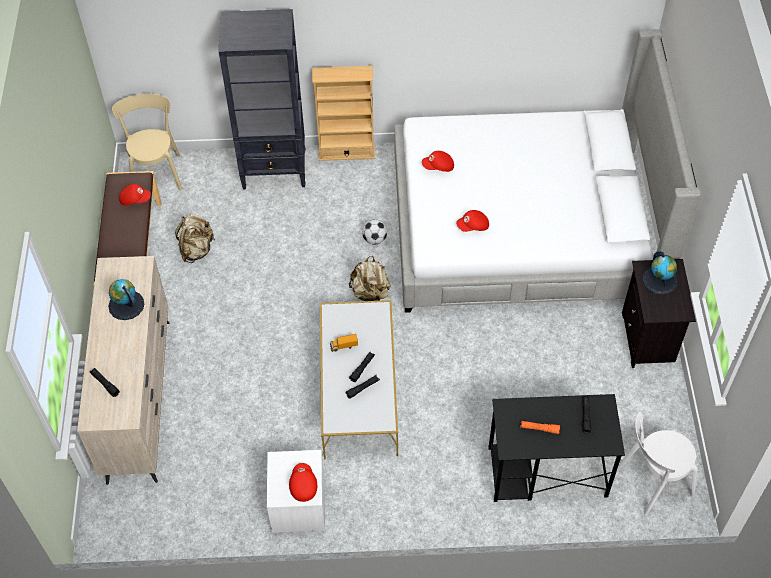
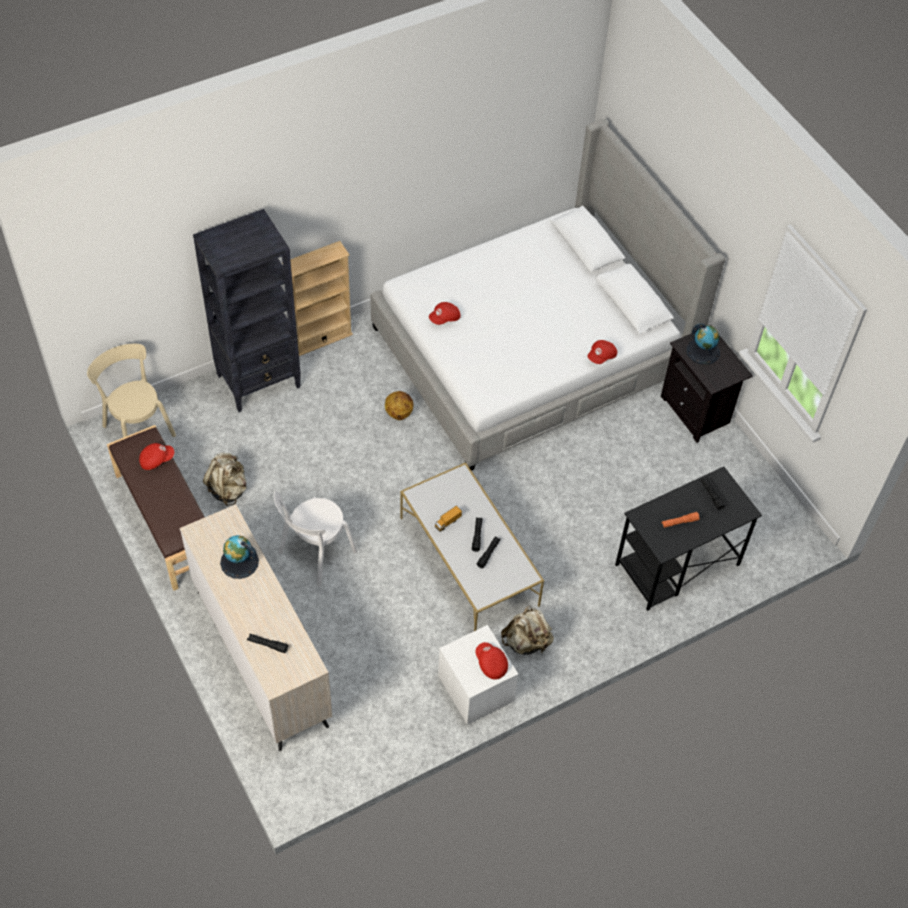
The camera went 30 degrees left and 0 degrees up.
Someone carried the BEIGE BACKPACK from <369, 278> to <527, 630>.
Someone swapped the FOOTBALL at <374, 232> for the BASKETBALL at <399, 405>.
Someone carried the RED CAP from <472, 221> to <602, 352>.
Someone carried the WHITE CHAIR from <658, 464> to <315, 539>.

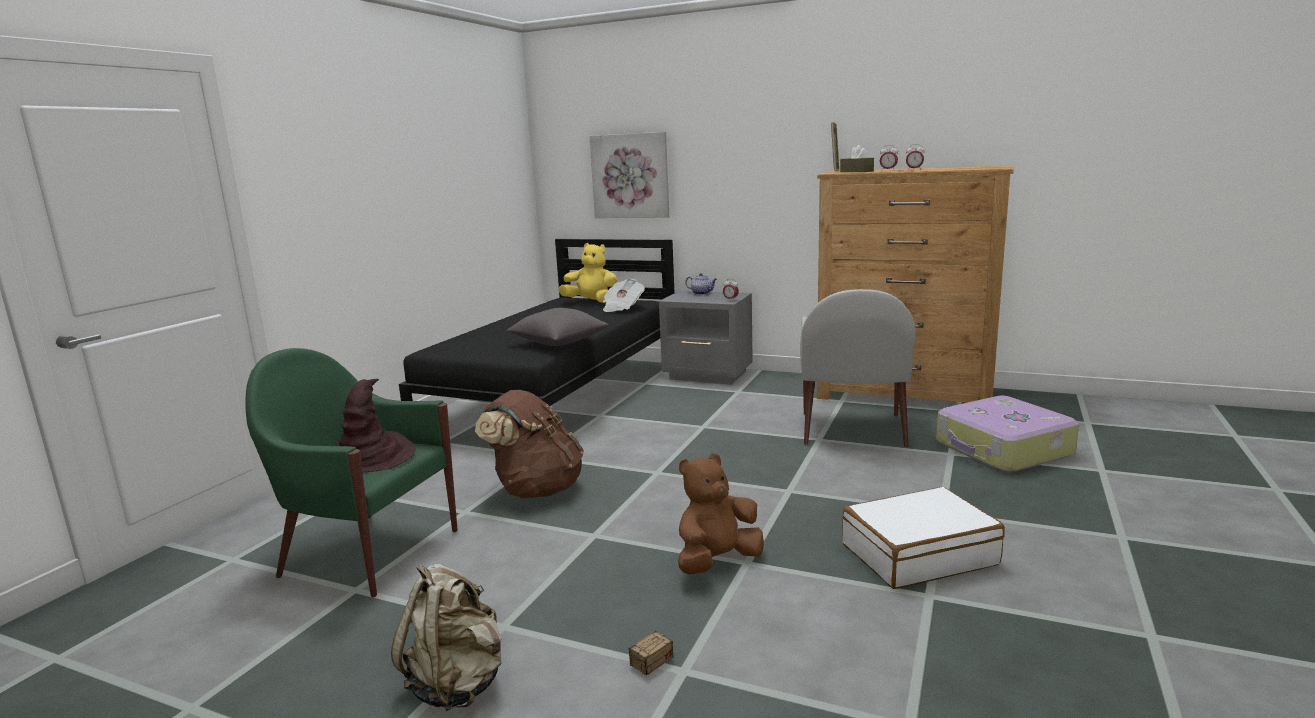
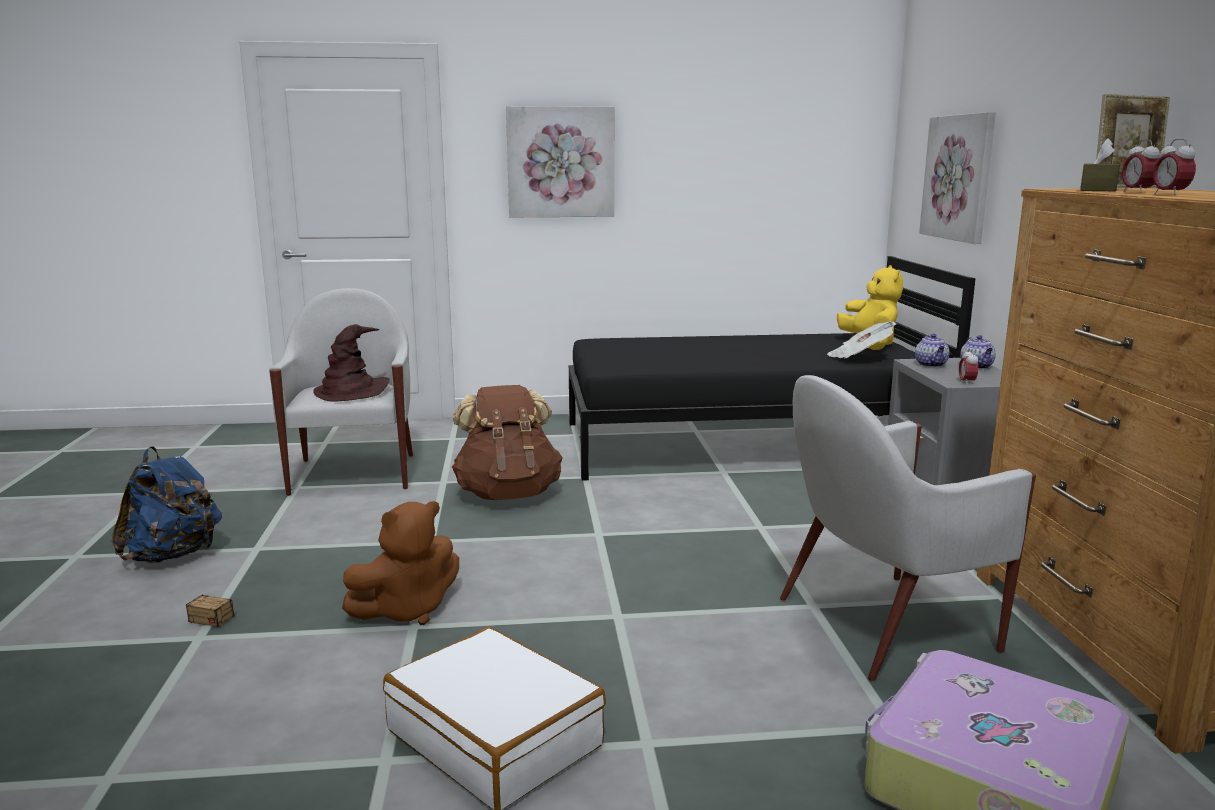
The camera went 60 degrees right and 0 degrees up.
Someone repainted the GREEN ARMCHAIR at <351, 473>, which became the WHITE ARMCHAIR at <341, 392>.
Someone repainted the BEIGE BACKPACK at <446, 637>, which became the BLUE BACKPACK at <167, 504>.
Someone took away the GREY PILLOW at <557, 327>.
Someone rotated the BROWN PLUSH TOY at <721, 514> by 120 degrees clockwise.
Someone put up the PICTURE at <560, 161>.
Someone put down the TEAPOT at <932, 350>.

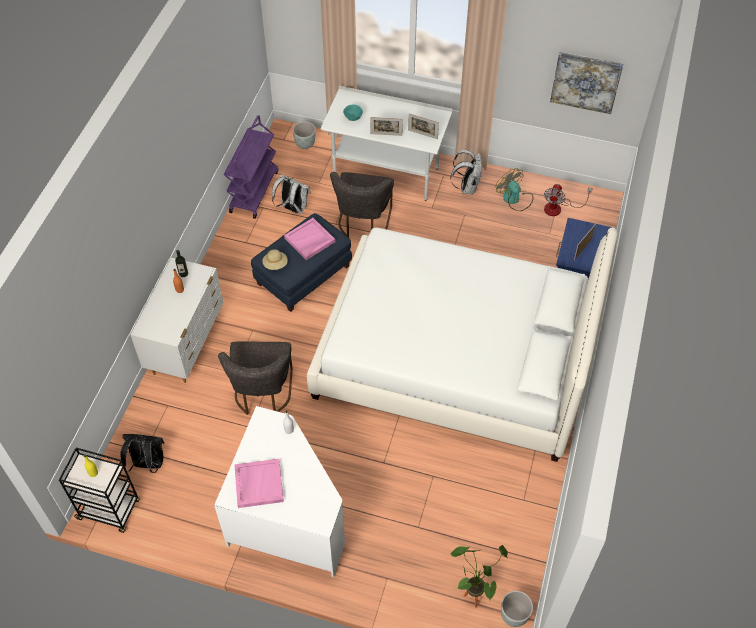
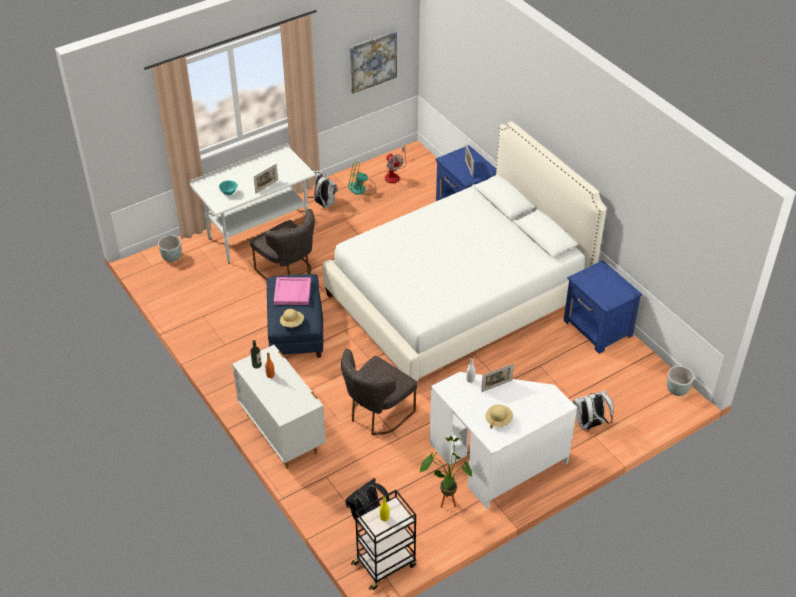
The camera went 50 degrees left and 10 degrees down.
Someone rotated the GREY CHAIR at <255, 378> by 90 degrees clockwise.
Someone took away the PURPLE CART at <251, 167>.
Someone swapped the PINK TRAY at <259, 483> for the BEIGE HAT at <499, 417>.
Someone carried the WHITE BACKPACK from <291, 194> to <593, 410>.
Someone carried the PICTURE FRAME from <423, 126> to <497, 377>.
Someone carried the POTTED PLANT from <479, 576> to <446, 472>.
Someone put down the BLUE NIGHTSTAND at <603, 307>.

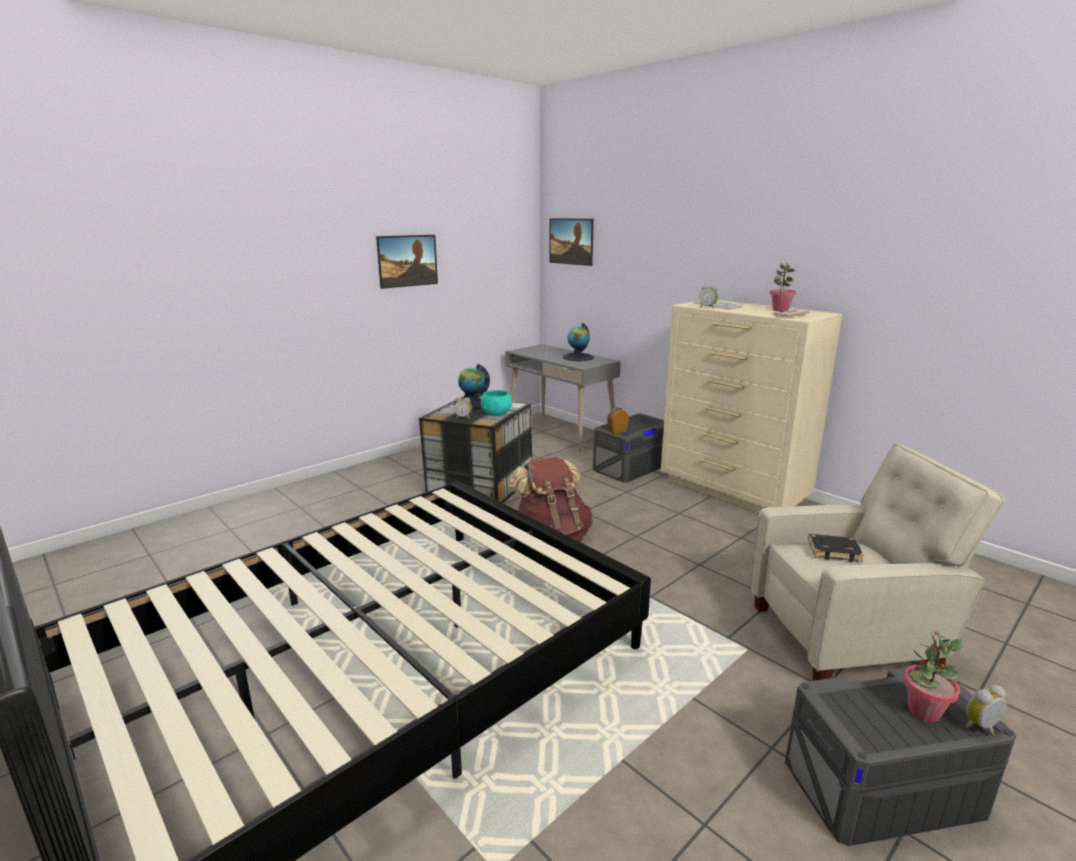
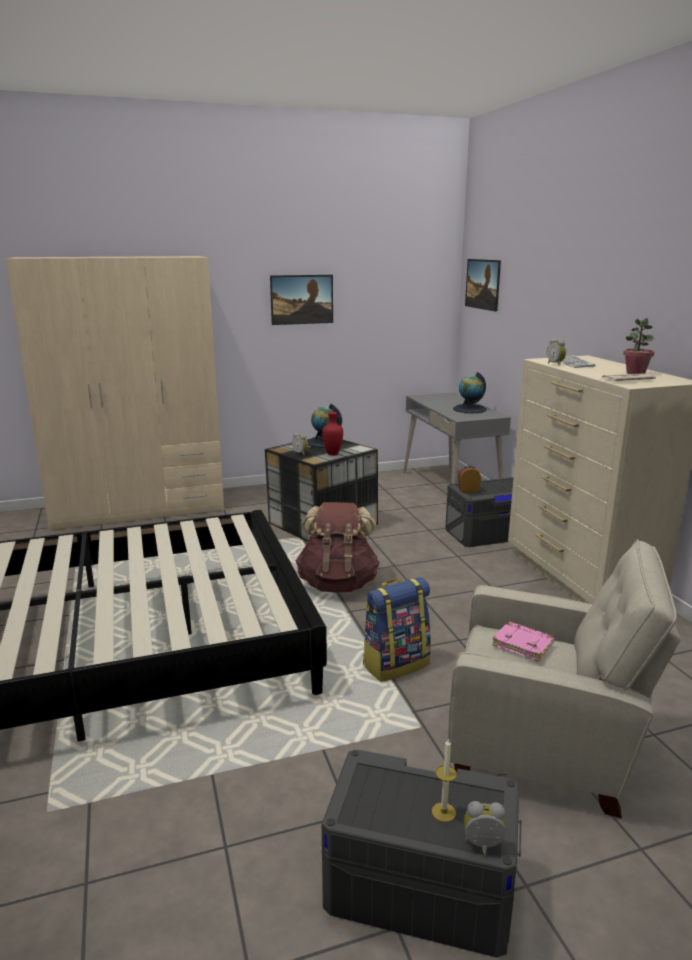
The camera went 25 degrees right and 0 degrees up.
Someone swapped the TURQUOISE BOWL at <496, 403> for the RED VASE at <332, 433>.
Someone repainted the BLACK BOOK at <836, 548>, which became the PINK BOOK at <523, 641>.
Someone swapped the POTTED PLANT at <933, 676> for the CANDLE at <444, 780>.
Someone put down the BEIGE WARDROBE at <115, 393>.
Someone put down the BACKPACK at <397, 629>.

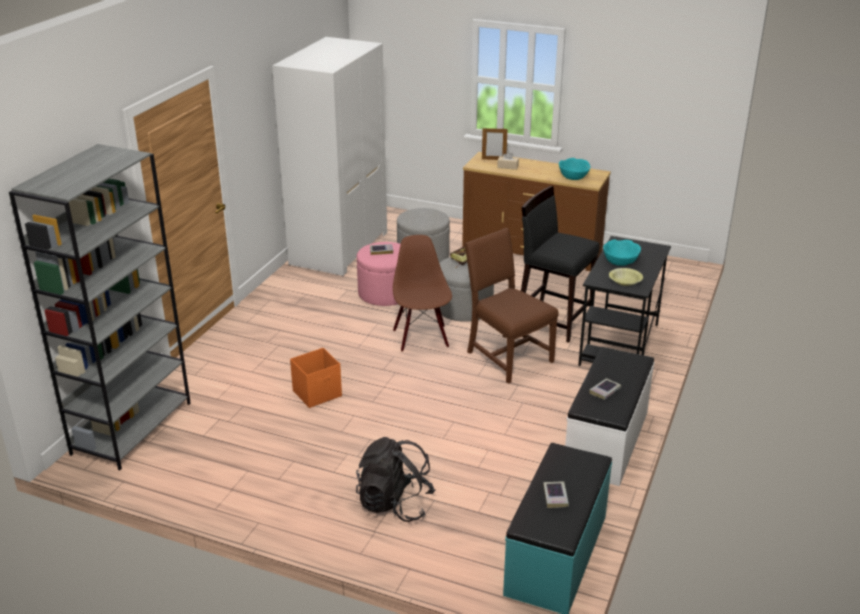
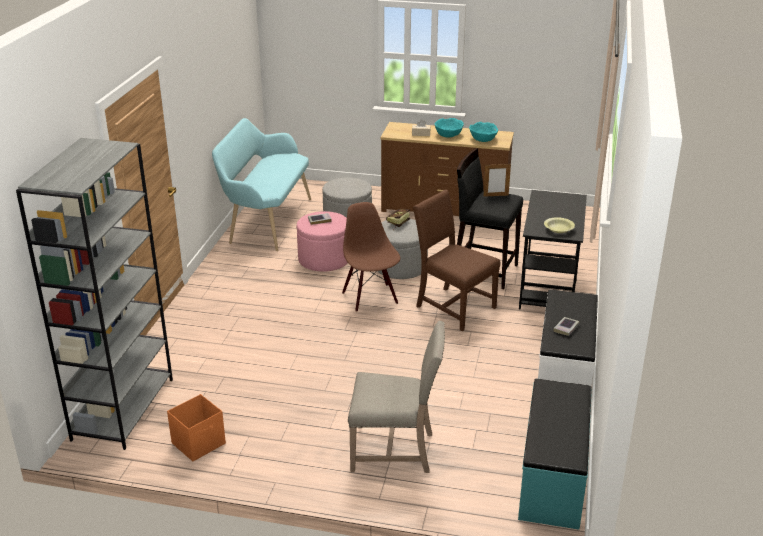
The camera went 10 degrees left and 0 degrees up.
Someone swapped the WHITE WARDROBE at <329, 156> for the TURQUOISE BENCH at <261, 184>.
Someone carried the ORANGE STORAGE BOX from <316, 378> to <196, 427>.
Someone swapped the BLACK BACKPACK at <396, 479> for the BEIGE CHAIR at <396, 397>.
Someone carried the PICTURE FRAME from <494, 144> to <497, 180>.
Someone took away the BOOK at <556, 494>.
Someone carried the TURQUOISE BOWL from <622, 252> to <449, 128>.

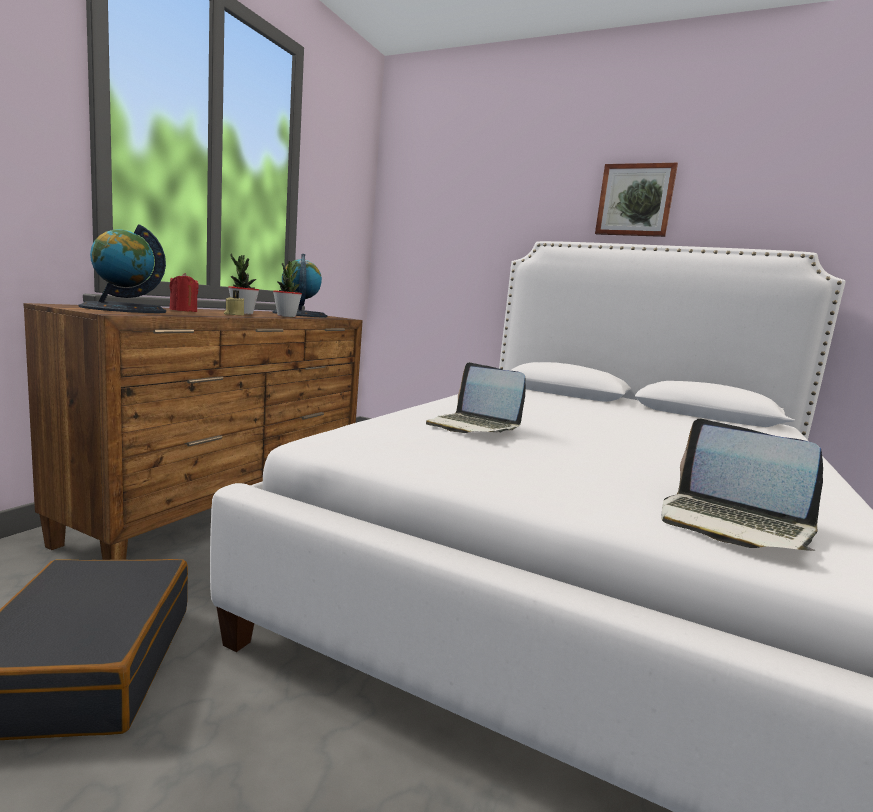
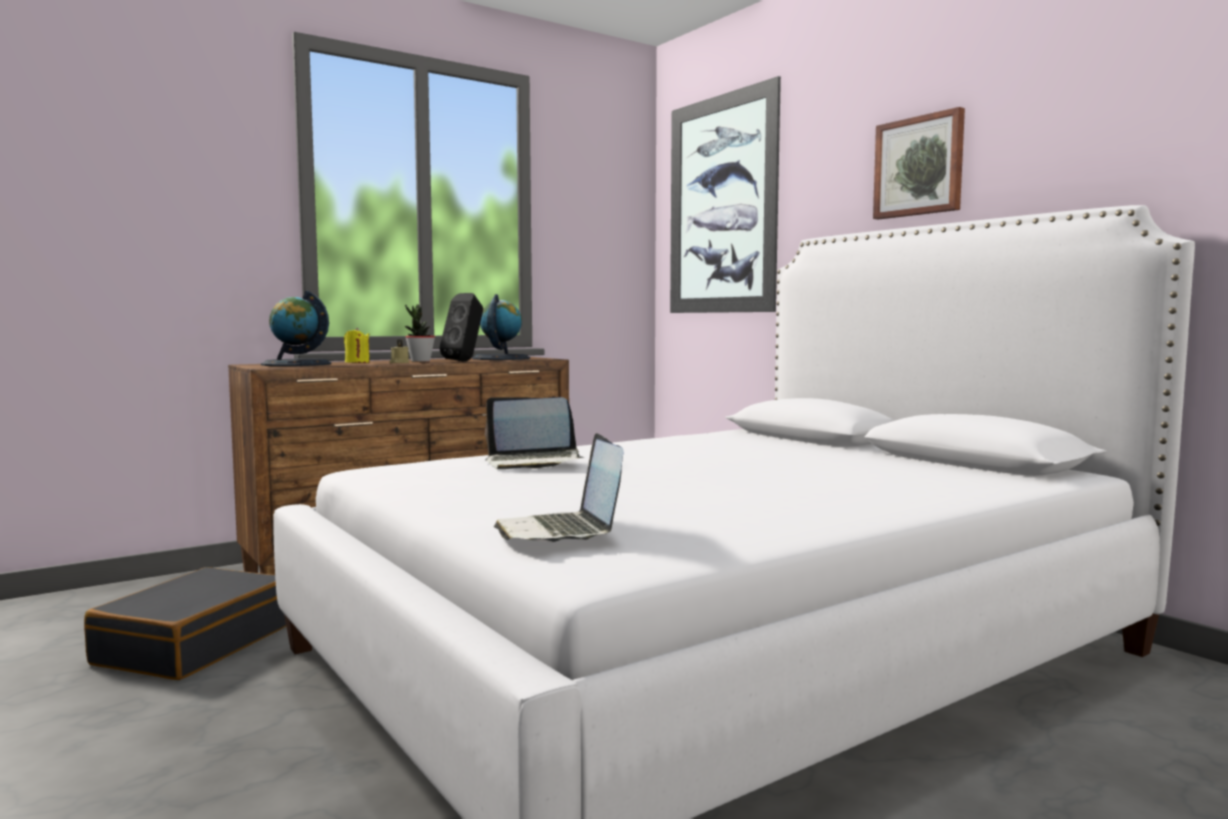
The camera went 30 degrees right and 5 degrees down.
Someone repainted the RED CANDLE at <184, 292>, which became the YELLOW CANDLE at <357, 345>.
Someone swapped the POTTED PLANT at <287, 289> for the BLACK SPEAKER at <461, 327>.
Someone rotated the LAPTOP at <476, 397> by 75 degrees counterclockwise.
Someone put up the PICTURE at <725, 194>.

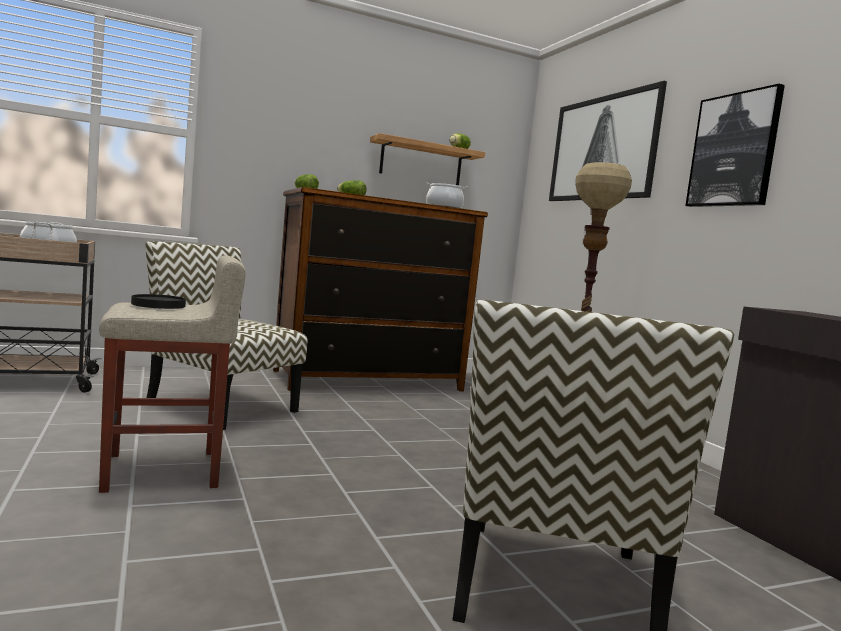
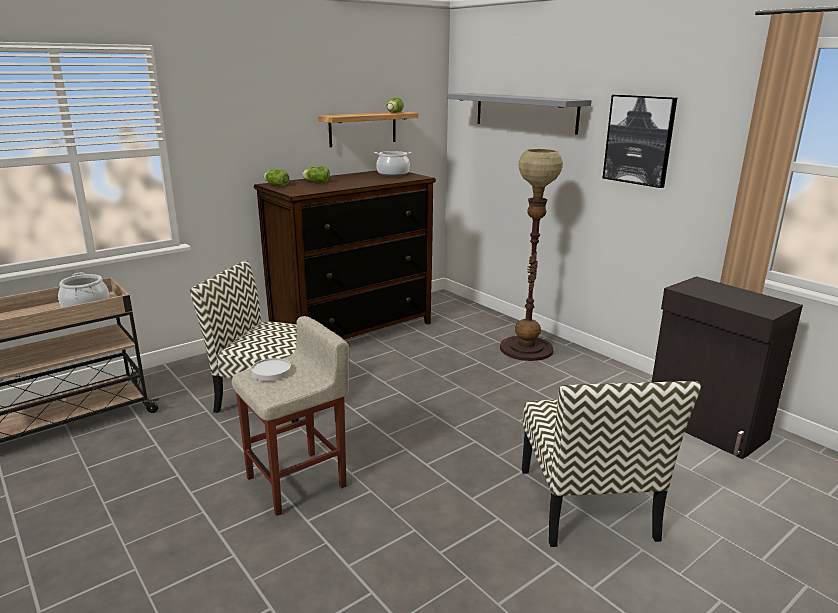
The camera went 15 degrees left and 15 degrees up.
Someone repainted the BLACK PLATE at <158, 301>, which became the WHITE PLATE at <271, 369>.
Someone swapped the PICTURE at <608, 141> for the GREY SHELF at <519, 114>.

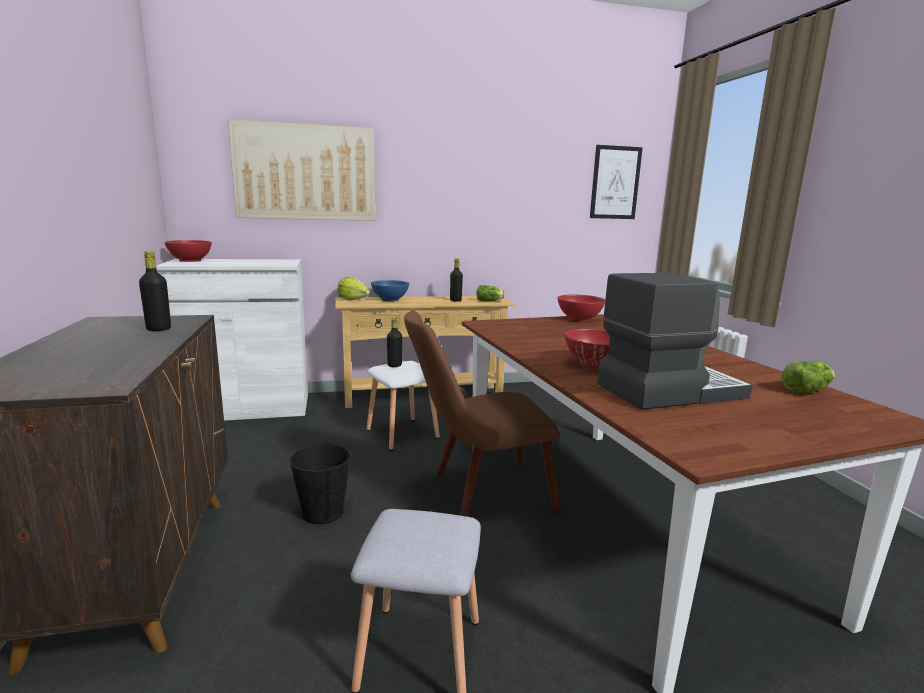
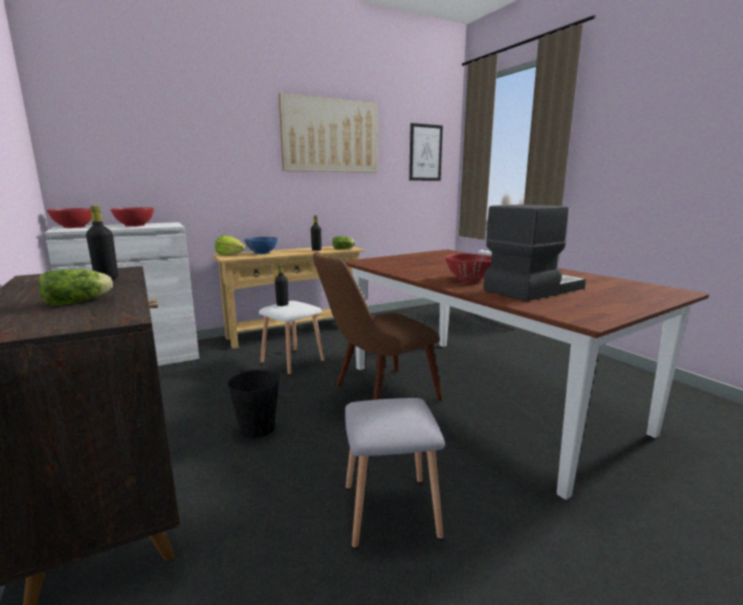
The camera went 15 degrees left and 0 degrees up.
Someone carried the PICTURE from <301, 170> to <328, 133>.
Someone carried the RED BOWL from <581, 308> to <132, 217>.
Someone carried the LETTUCE from <808, 377> to <75, 287>.

